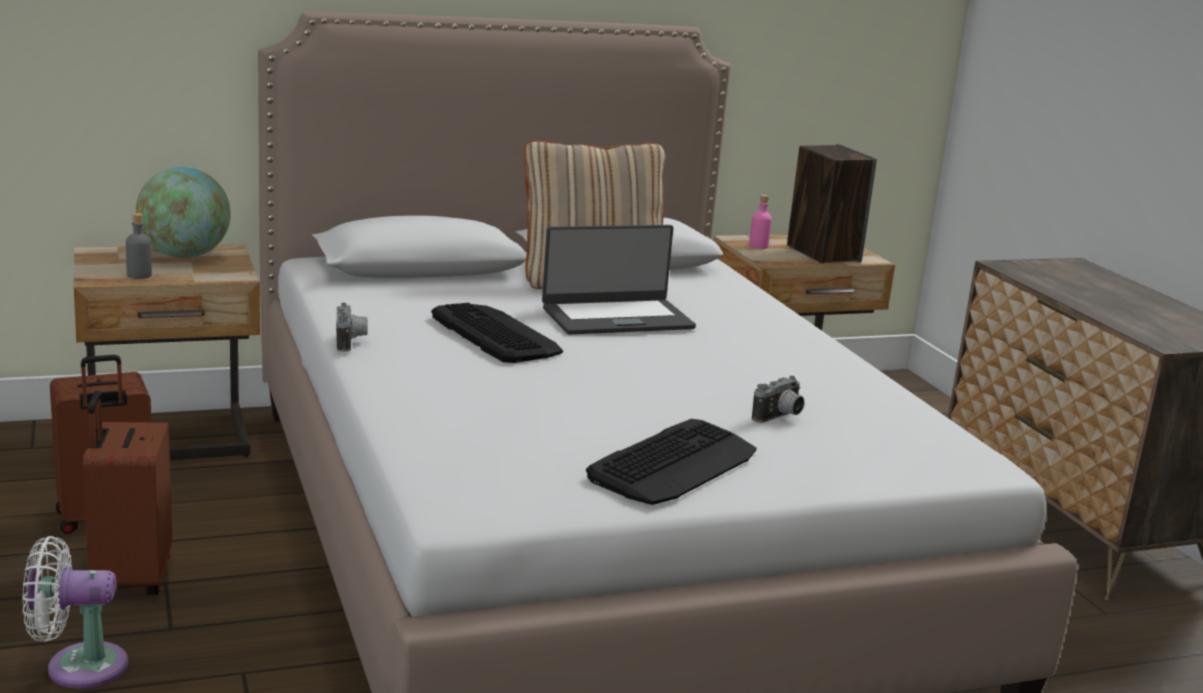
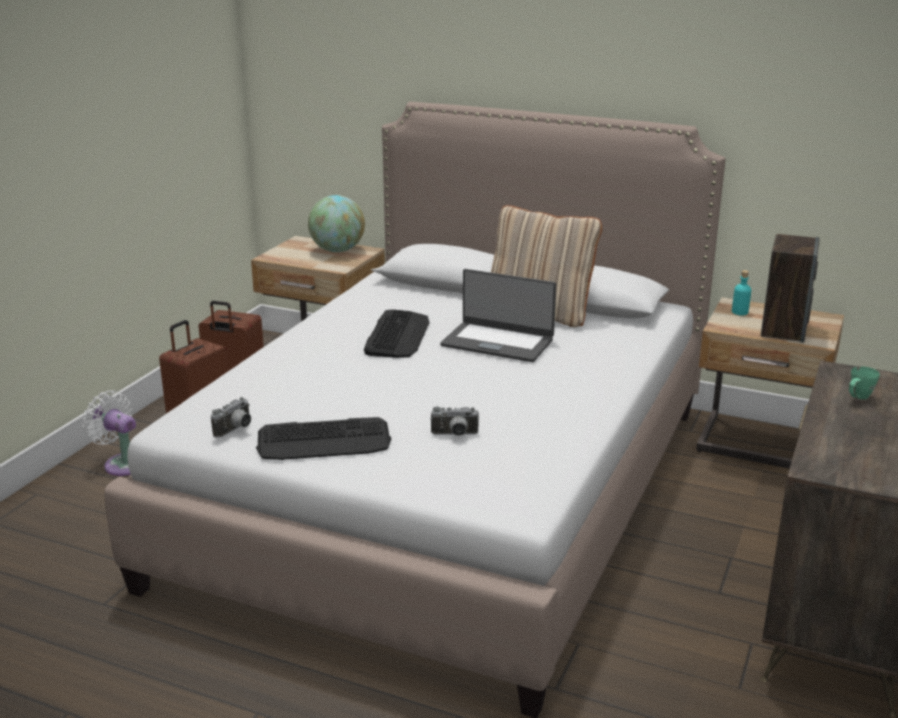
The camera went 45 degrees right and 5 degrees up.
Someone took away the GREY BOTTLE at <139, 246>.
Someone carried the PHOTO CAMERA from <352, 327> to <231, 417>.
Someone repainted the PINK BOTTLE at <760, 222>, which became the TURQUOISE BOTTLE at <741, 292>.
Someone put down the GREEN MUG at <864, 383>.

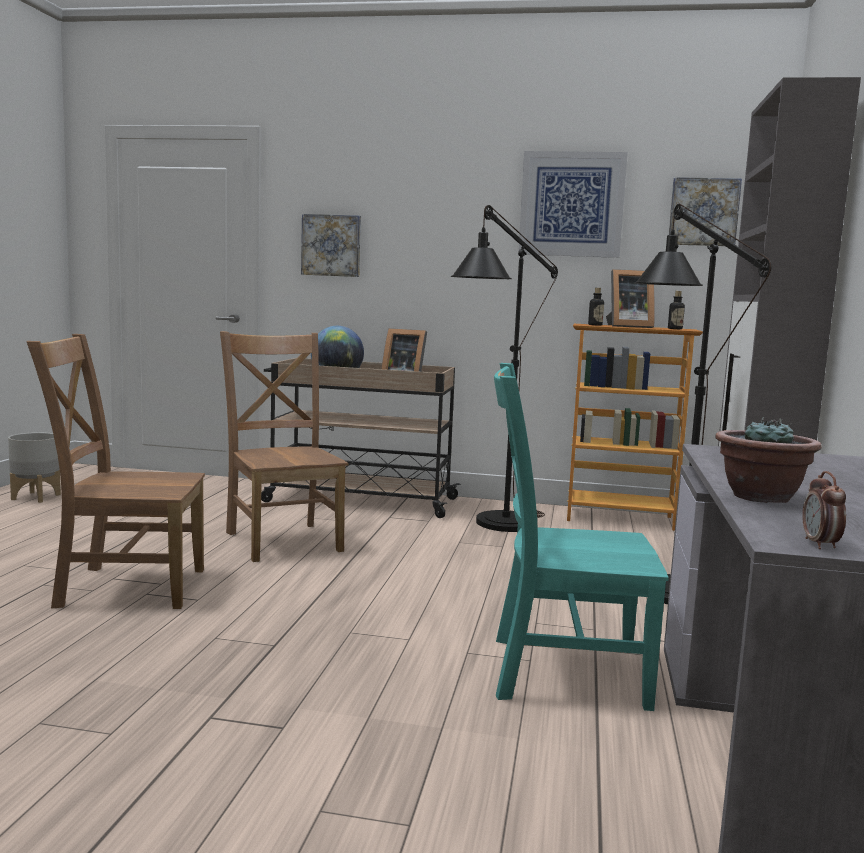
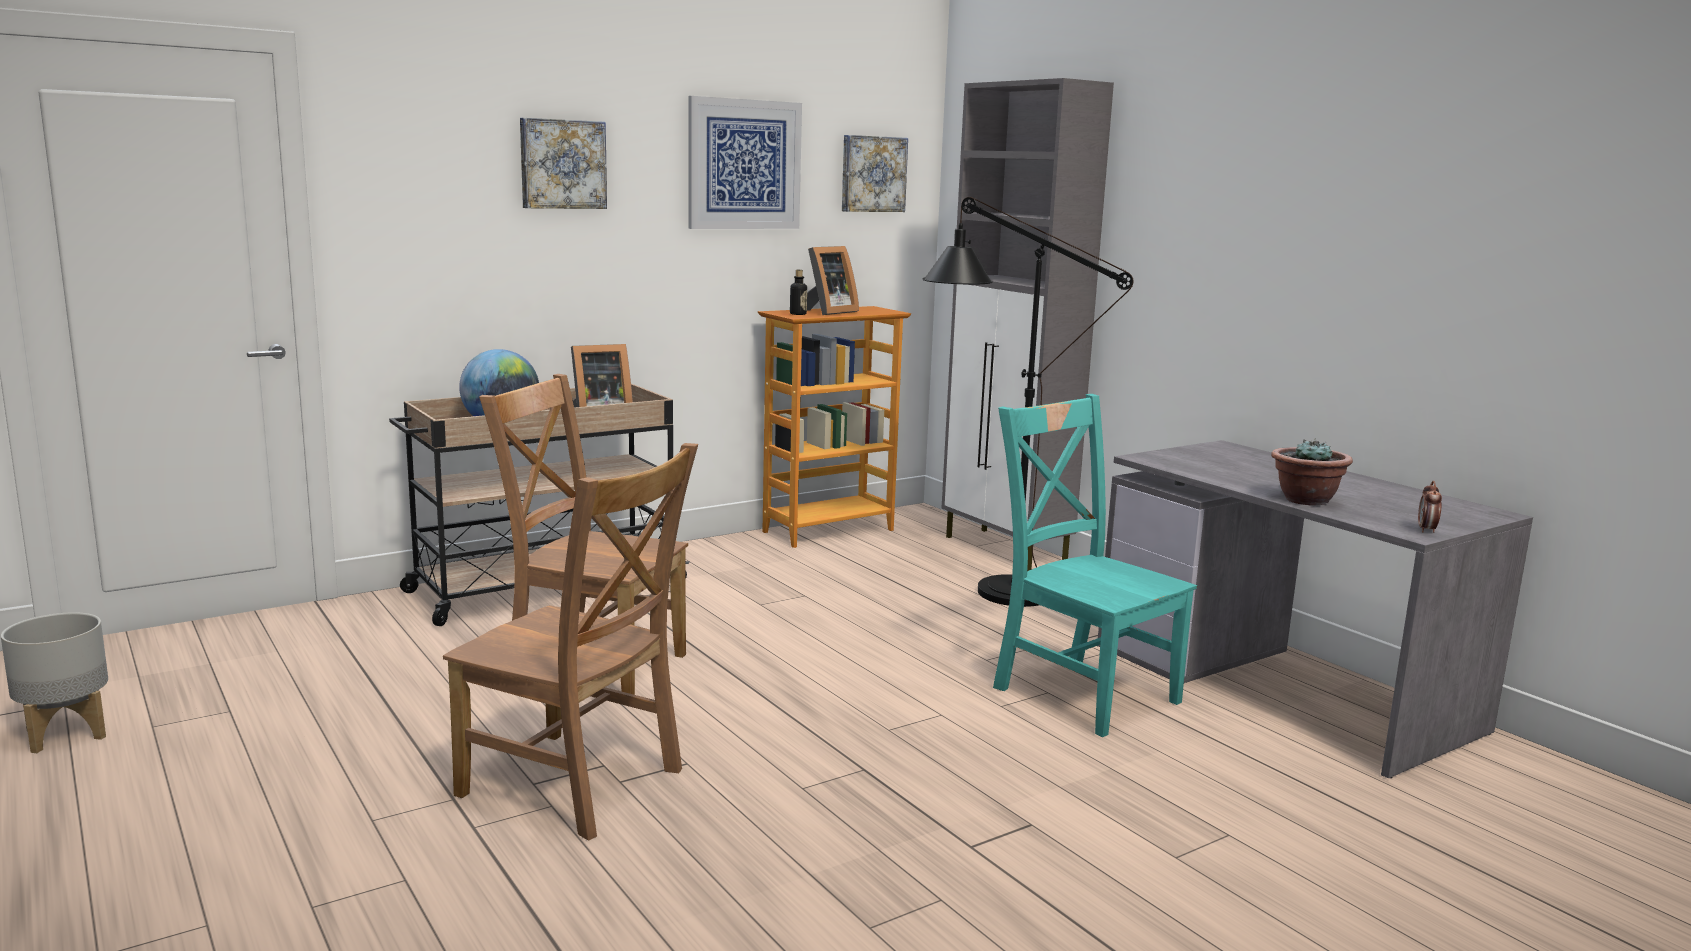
The camera went 45 degrees left and 5 degrees up.
Someone rotated the BROWN CHAIR at <116, 471> by 105 degrees counterclockwise.
Someone carried the PICTURE from <331, 245> to <563, 163>.
Someone took away the BLACK FLOOR LAMP at <504, 368>.
Someone rotated the TURQUOISE CHAIR at <581, 537> by 90 degrees clockwise.
Someone took away the BOTTLE at <676, 310>.
Someone rotated the ALARM CLOCK at <824, 510> by 60 degrees clockwise.

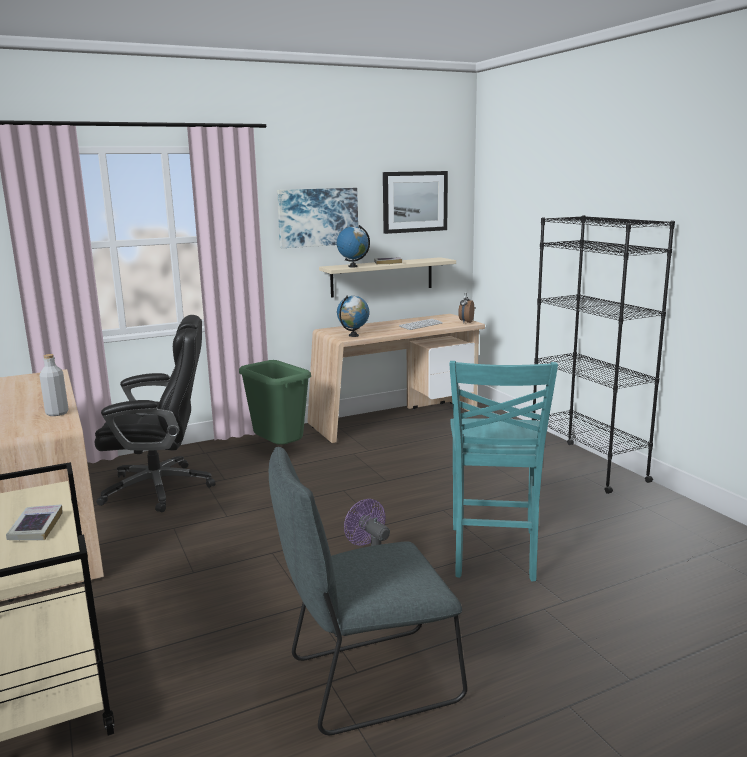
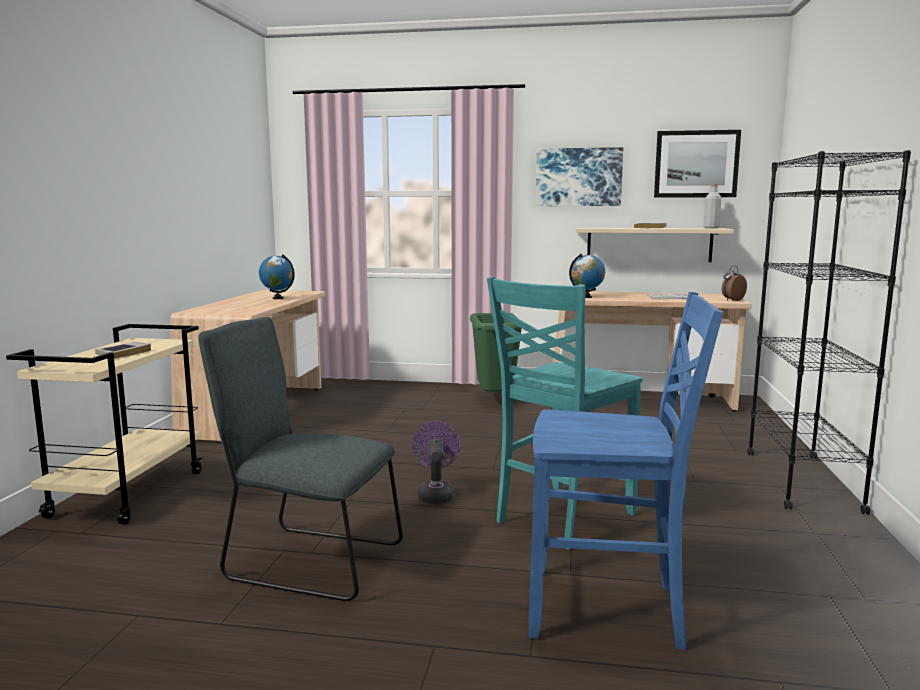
The camera went 35 degrees right and 5 degrees down.
Someone carried the GREY BOTTLE from <54, 385> to <712, 206>.
Someone took away the BLACK OFFICE CHAIR at <155, 413>.
Someone carried the GLOBE from <353, 246> to <277, 276>.
Someone put down the BLUE CHAIR at <626, 471>.

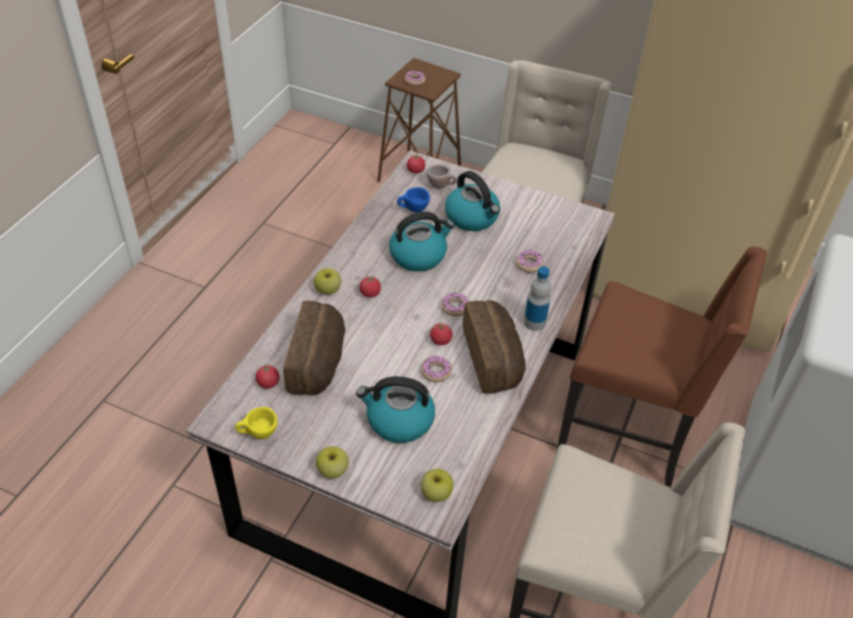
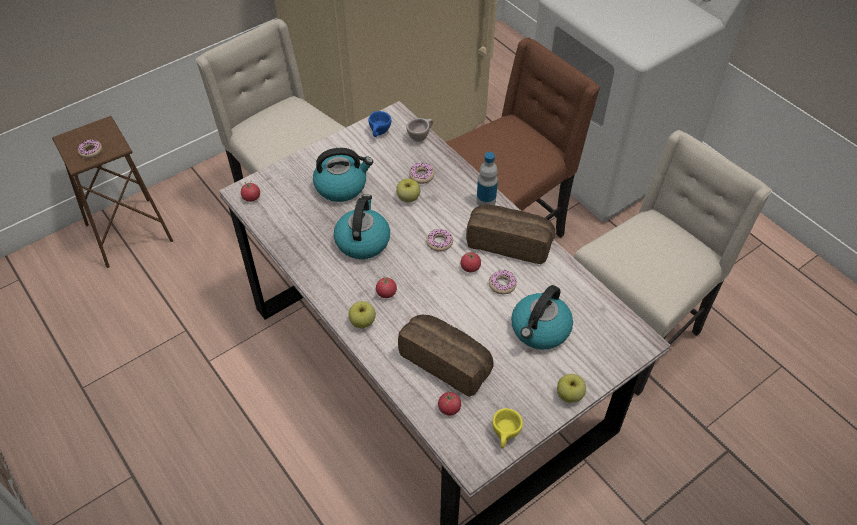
The camera went 60 degrees left and 5 degrees up.
Someone carried the BLUE CUP from <413, 200> to <379, 124>.
Someone carried the APPLE from <437, 485> to <408, 190>.
Someone carried the BEIGE CUP from <441, 176> to <419, 130>.

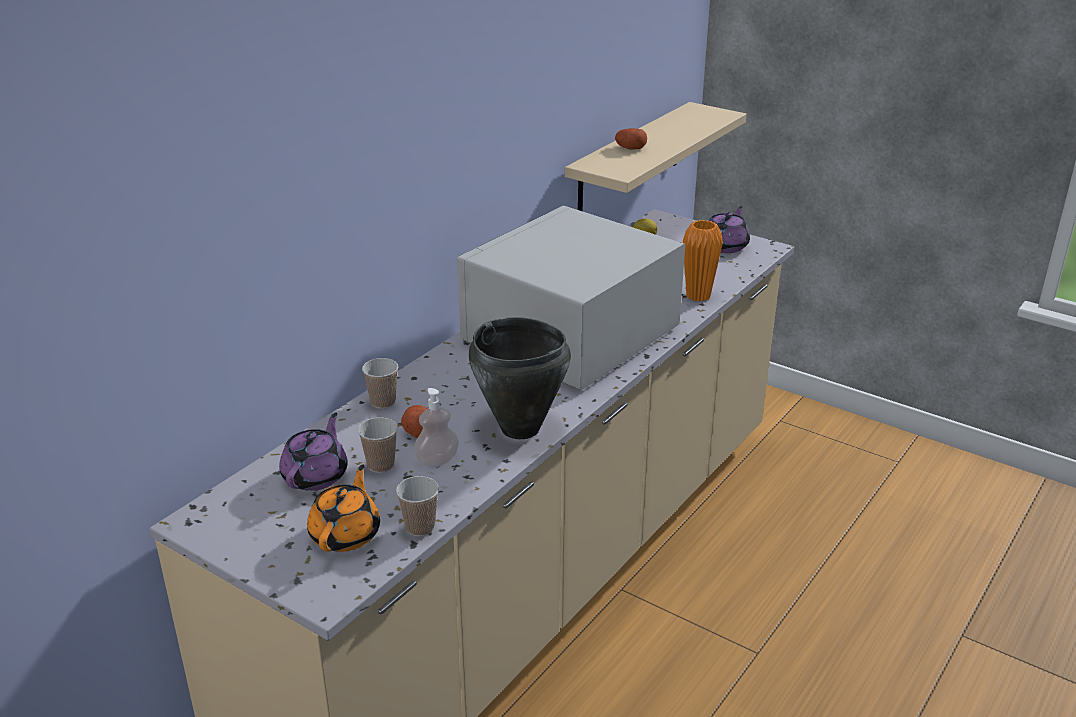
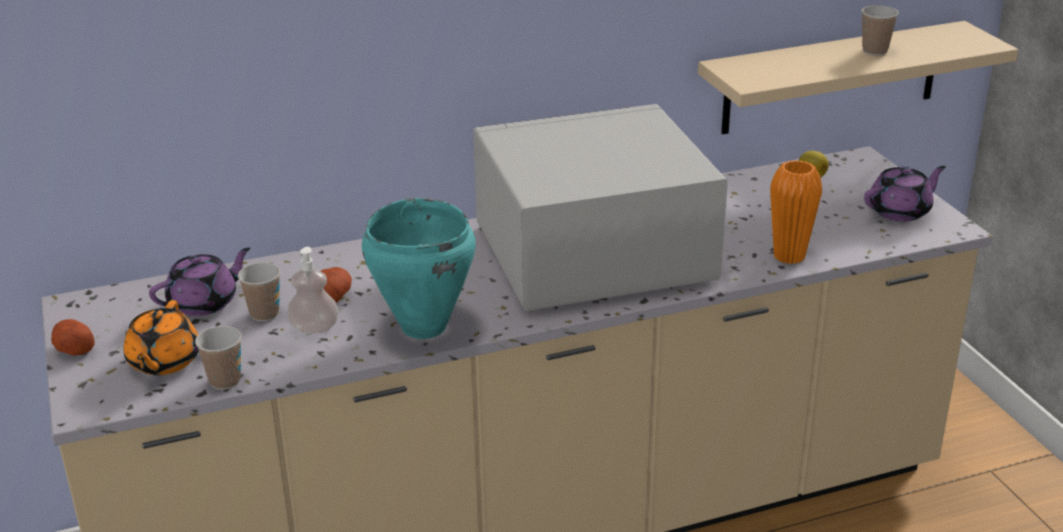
The camera went 35 degrees right and 0 degrees up.
Someone rotated the ORANGE TEAPOT at <343, 508> by 135 degrees clockwise.
Someone carried the CUP from <380, 383> to <880, 30>.
Someone repainted the BLACK COOKING POT at <520, 378>, which became the TURQUOISE COOKING POT at <419, 268>.
Someone carried the POTATO from <631, 139> to <73, 337>.

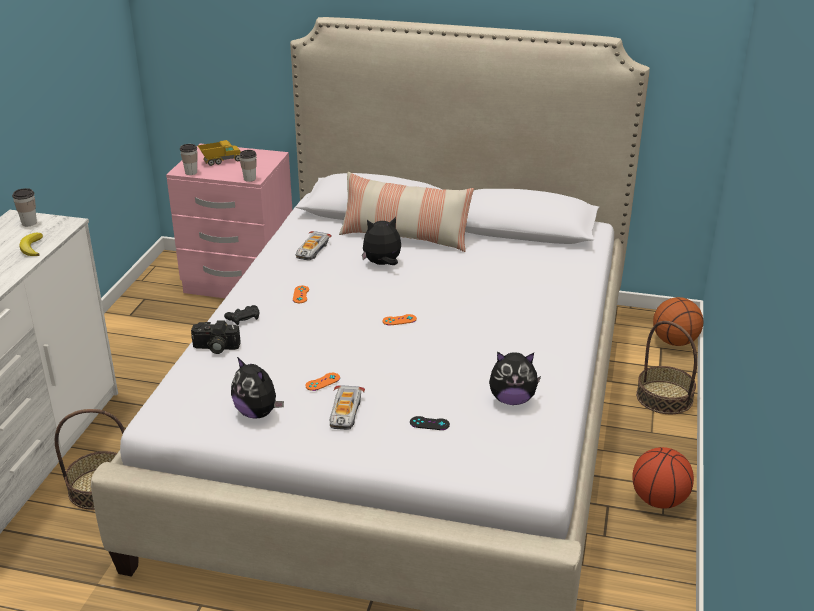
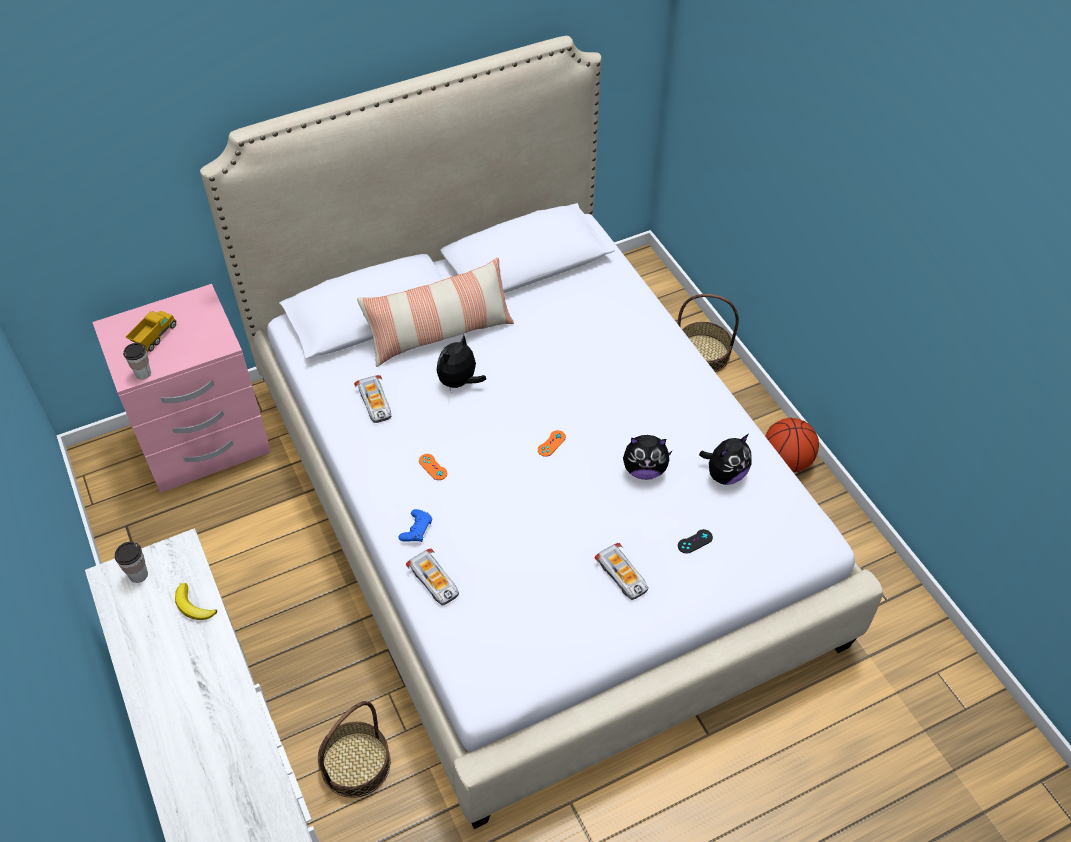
The camera went 40 degrees left and 20 degrees up.
Someone swapped the PHOTO CAMERA at <216, 337> for the TOY CAR at <432, 577>.
Someone repainted the BLACK GAME CONTROLLER at <242, 315>, which became the BLUE GAME CONTROLLER at <415, 525>.
Someone carried the PLUSH TOY from <257, 388> to <648, 457>.
Someone took away the CUP at <248, 166>.
Someone took away the ORANGE GAME CONTROLLER at <323, 382>.
Someone took away the BASKETBALL at <678, 321>.

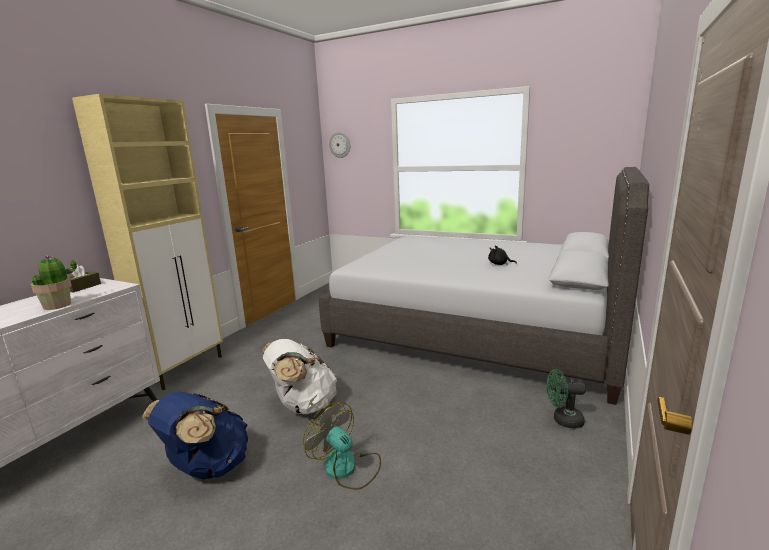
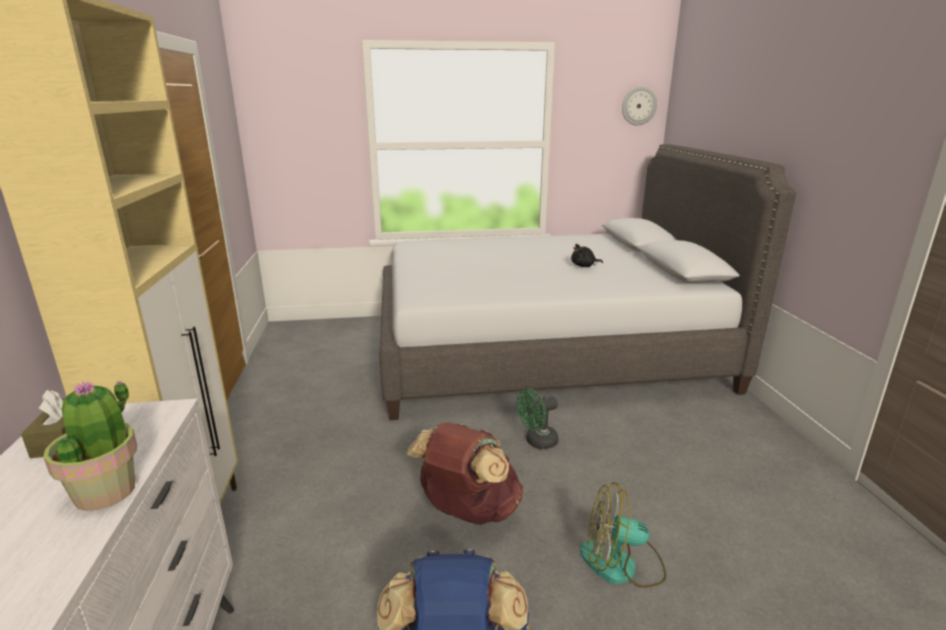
The camera went 35 degrees left and 5 degrees up.
Someone repainted the WHITE BACKPACK at <300, 376>, which became the BROWN BACKPACK at <465, 473>.
Someone carried the WALL CLOCK from <339, 145> to <639, 106>.
Someone carried the GREEN FAN from <566, 398> to <537, 418>.

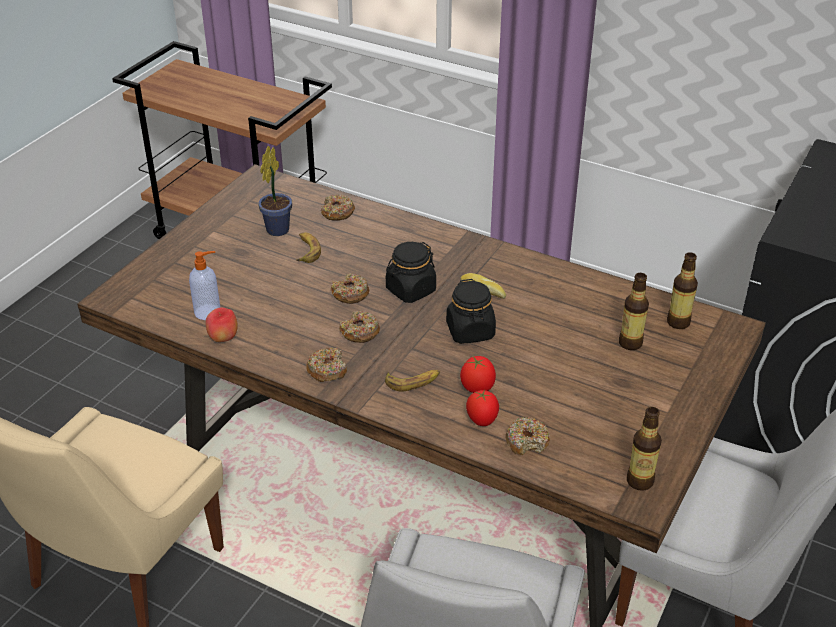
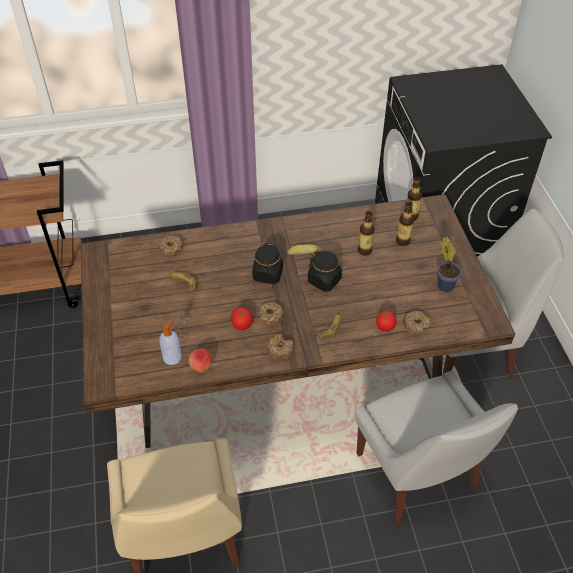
The camera went 40 degrees left and 10 degrees up.
Someone carried the POTTED PLANT from <275, 191> to <449, 264>.
Someone took away the DONUT at <350, 288>.
Someone carried the TOMATO from <478, 374> to <242, 318>.
Someone carried the BOTTLE from <644, 449> to <366, 233>.

